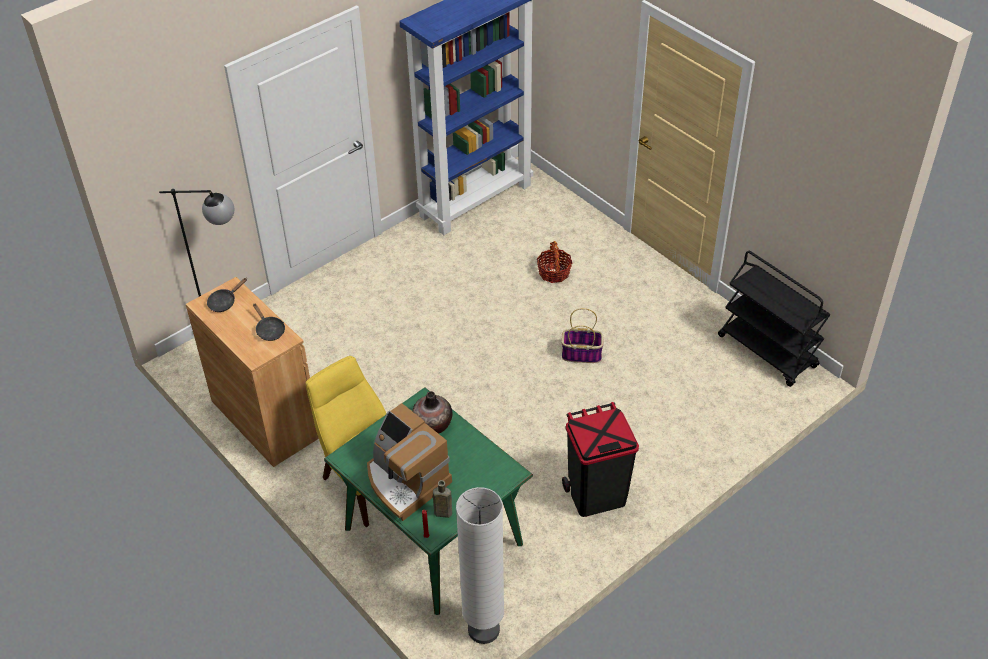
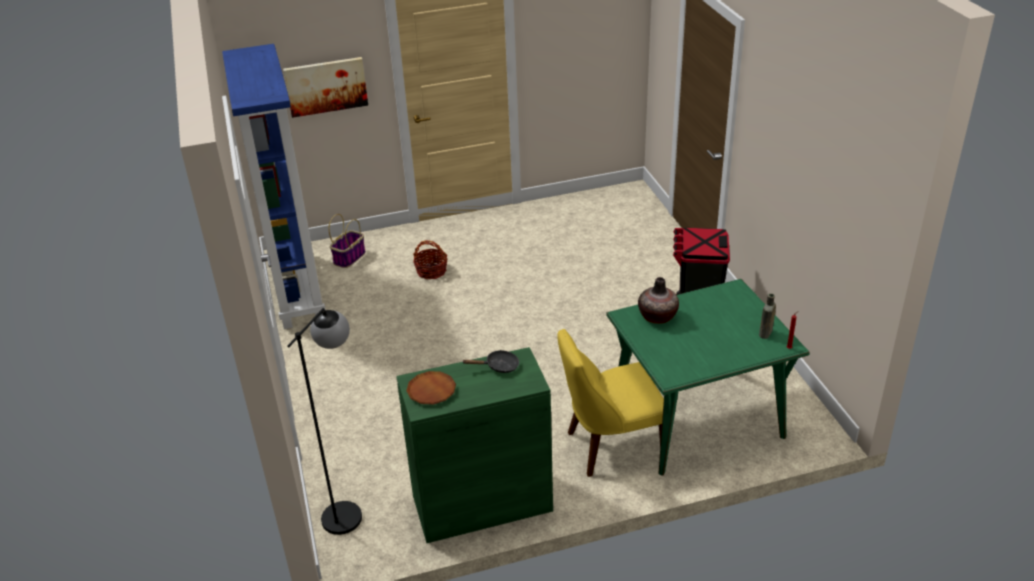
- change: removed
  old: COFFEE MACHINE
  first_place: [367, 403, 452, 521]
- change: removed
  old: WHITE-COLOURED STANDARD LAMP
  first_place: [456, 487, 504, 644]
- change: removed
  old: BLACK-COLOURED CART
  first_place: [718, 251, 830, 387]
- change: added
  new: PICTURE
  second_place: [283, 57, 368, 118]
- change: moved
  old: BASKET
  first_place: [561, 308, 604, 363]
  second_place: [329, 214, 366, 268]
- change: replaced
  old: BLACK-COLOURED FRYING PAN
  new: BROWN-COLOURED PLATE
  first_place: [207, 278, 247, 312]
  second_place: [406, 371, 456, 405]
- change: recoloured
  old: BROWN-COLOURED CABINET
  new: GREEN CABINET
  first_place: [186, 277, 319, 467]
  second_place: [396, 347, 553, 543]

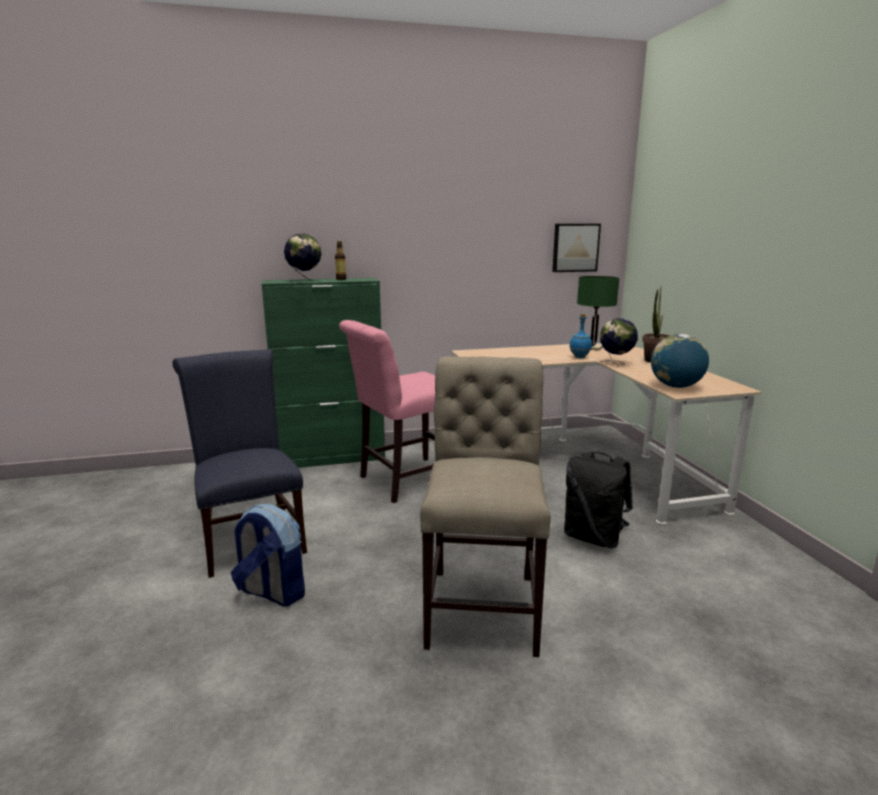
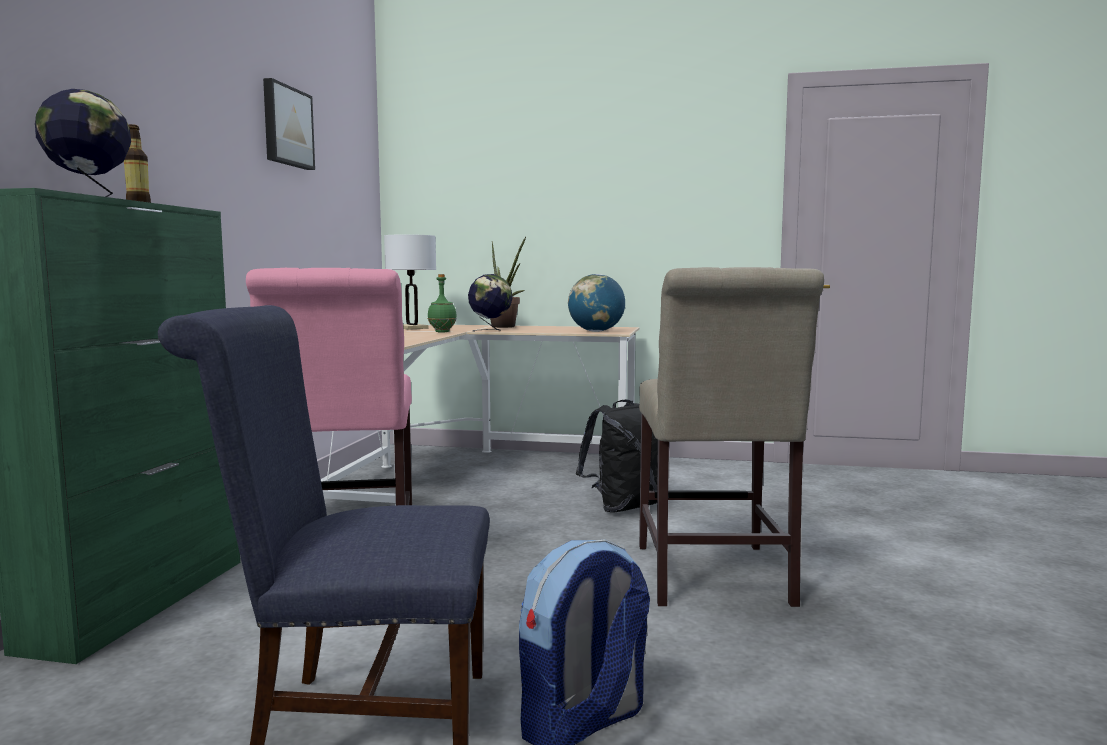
- change: moved
  old: PICTURE
  first_place: [552, 224, 601, 272]
  second_place: [263, 78, 315, 170]
- change: recoloured
  old: BLUE BEVERAGE BOTTLE
  new: GREEN BEVERAGE BOTTLE
  first_place: [570, 314, 592, 358]
  second_place: [428, 274, 457, 333]
- change: recoloured
  old: GREEN TABLETOP LAMP
  new: WHITE-COLOURED TABLETOP LAMP
  first_place: [577, 276, 619, 351]
  second_place: [384, 234, 436, 330]
- change: turned
  old: BEIGE-COLOURED UPRIGHT CHAIR
  first_place: [420, 357, 551, 657]
  second_place: [639, 267, 824, 607]
  degrees: -120

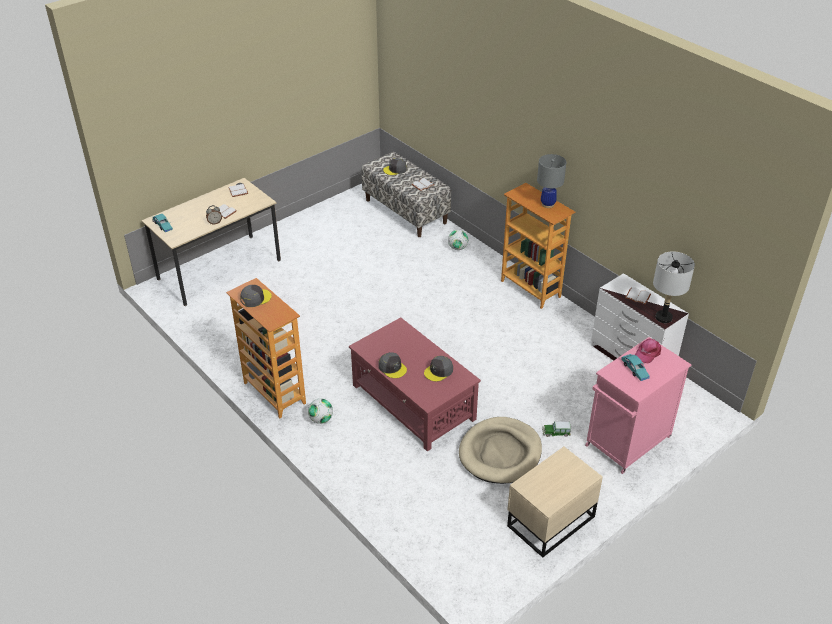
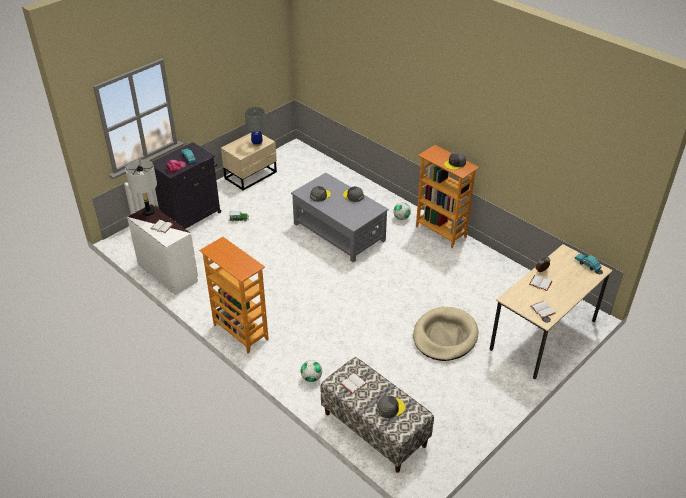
- change: moved
  old: BEIGE-COLOURED DOG CUSHION
  first_place: [459, 417, 542, 484]
  second_place: [413, 307, 478, 361]
- change: moved
  old: GREY TABLETOP LAMP
  first_place: [537, 154, 566, 208]
  second_place: [245, 107, 266, 146]
- change: recoloured
  old: RED-COLOURED LOUNGE TABLE
  new: GREY LOUNGE TABLE
  first_place: [349, 317, 481, 451]
  second_place: [291, 173, 389, 262]
- change: recoloured
  old: PINK CABINET
  new: BLACK-COLOURED CABINET
  first_place: [585, 337, 692, 474]
  second_place: [152, 142, 221, 229]

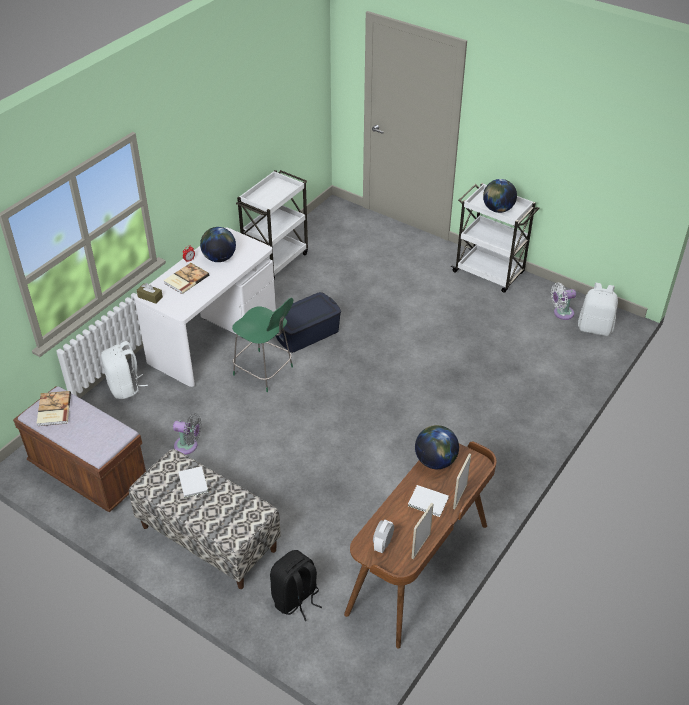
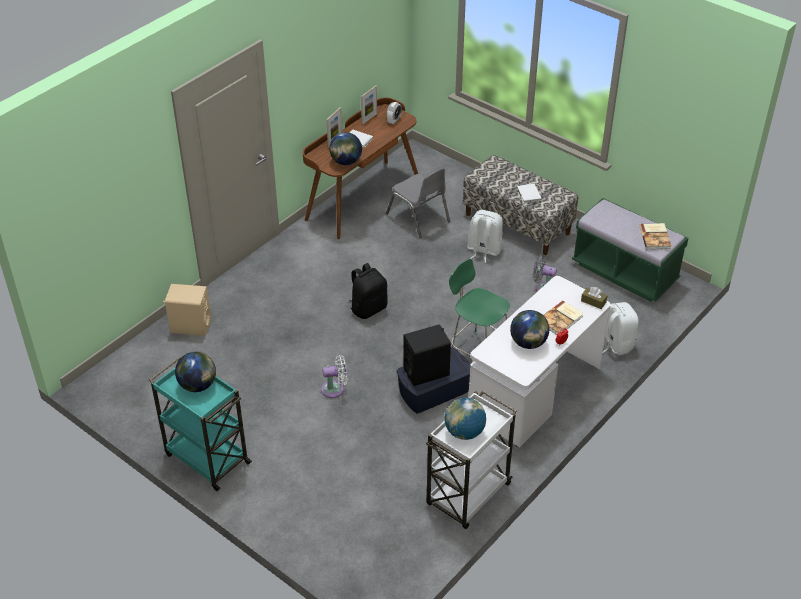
- change: added
  new: BEIGE-COLOURED LOUDSPEAKER
  second_place: [163, 284, 211, 336]
- change: added
  new: GREY UPRIGHT CHAIR
  second_place: [386, 168, 450, 238]
- change: added
  new: BLACK-COLOURED LOUDSPEAKER
  second_place: [403, 324, 451, 386]
- change: added
  new: WORLD GLOBE
  second_place: [445, 398, 486, 440]
- change: moved
  old: BLACK-COLOURED KNAPSACK
  first_place: [270, 550, 322, 621]
  second_place: [350, 263, 388, 319]
- change: moved
  old: WHITE-COLOURED COOLING FAN
  first_place: [551, 283, 576, 320]
  second_place: [321, 355, 347, 398]
- change: moved
  old: WHITE-COLOURED KNAPSACK
  first_place: [578, 283, 618, 336]
  second_place: [467, 210, 503, 263]
- change: recoloured
  old: BROWN-COLOURED BENCH
  new: GREEN BENCH
  first_place: [13, 386, 146, 512]
  second_place: [572, 198, 688, 302]
- change: recoloured
  old: WHITE-COLOURED CART
  new: TURQUOISE CART
  first_place: [451, 183, 540, 293]
  second_place: [149, 357, 252, 491]

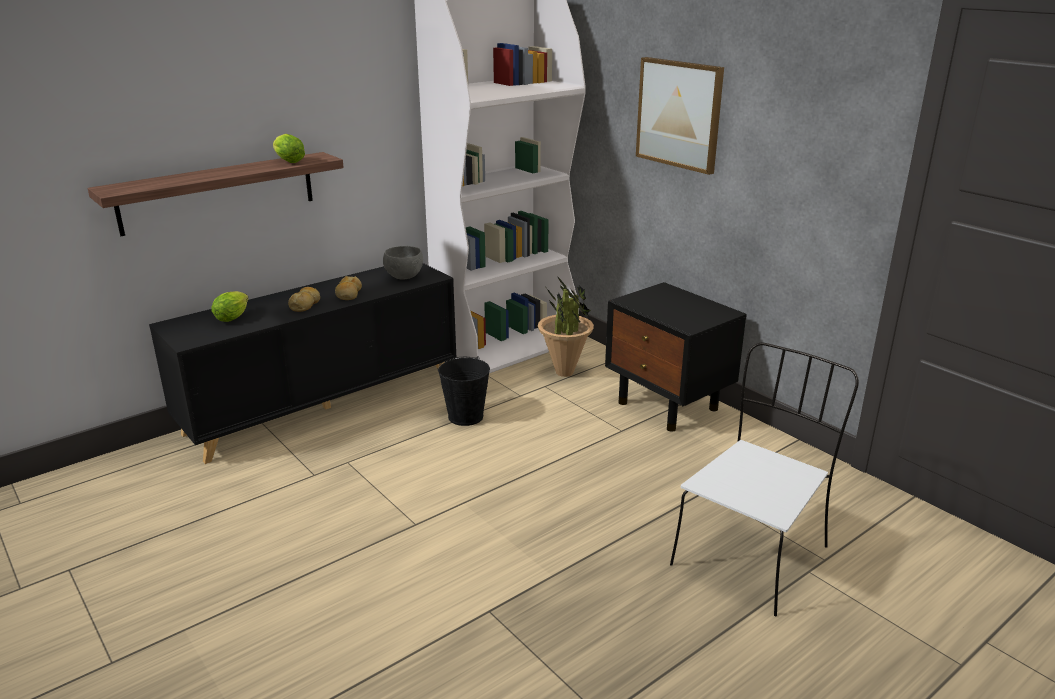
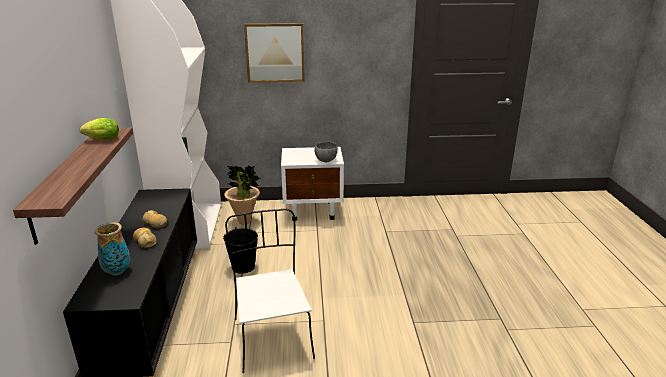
- change: moved
  old: GREY BOWL
  first_place: [383, 246, 423, 280]
  second_place: [314, 142, 338, 162]
- change: moved
  old: WHITE-COLOURED UPRIGHT CHAIR
  first_place: [670, 343, 859, 616]
  second_place: [225, 209, 315, 373]
- change: replaced
  old: LETTUCE HEAD
  new: DECORATIVE VASE
  first_place: [212, 291, 249, 322]
  second_place: [94, 222, 131, 276]
- change: recoloured
  old: BLACK-COLOURED NIGHTSTAND
  new: WHITE-COLOURED NIGHTSTAND
  first_place: [605, 282, 747, 432]
  second_place: [281, 147, 344, 221]

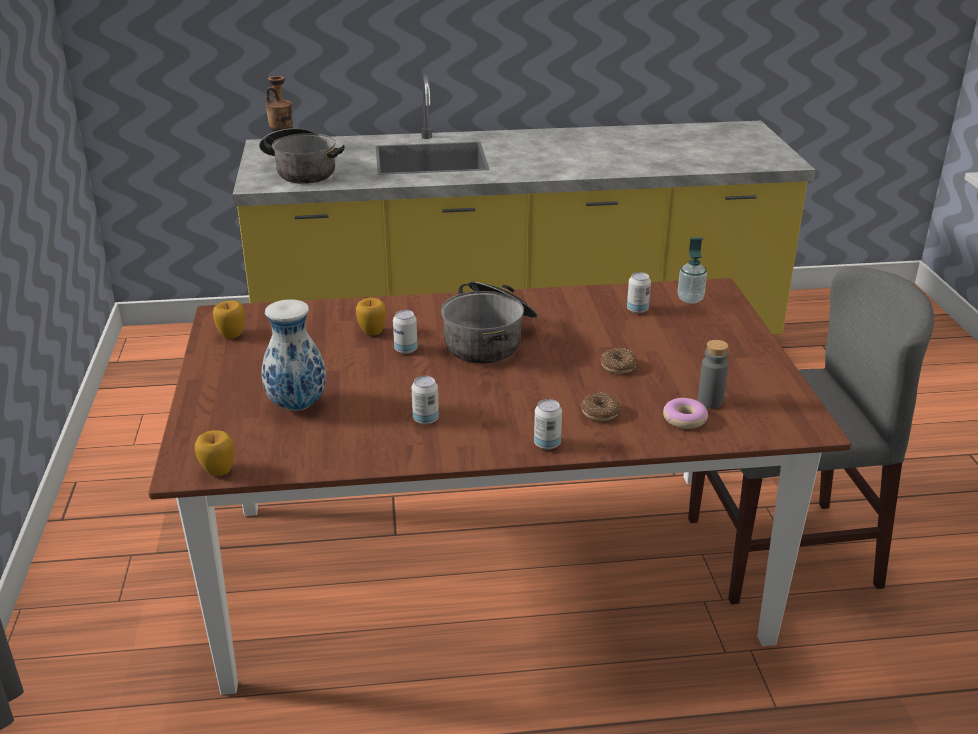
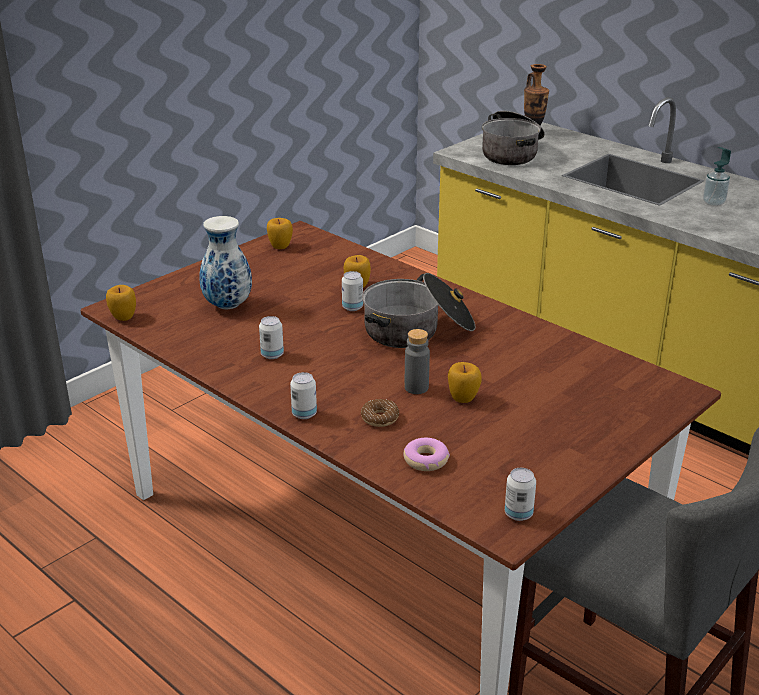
- change: moved
  old: SEALED CAN
  first_place: [627, 272, 651, 314]
  second_place: [505, 468, 536, 521]
- change: moved
  old: SOAP BOTTLE
  first_place: [678, 237, 707, 304]
  second_place: [703, 147, 731, 206]
- change: moved
  old: GREY BEVERAGE BOTTLE
  first_place: [698, 340, 729, 408]
  second_place: [405, 329, 430, 394]
- change: replaced
  old: DONUT
  new: APPLE
  first_place: [600, 348, 638, 374]
  second_place: [448, 362, 482, 403]

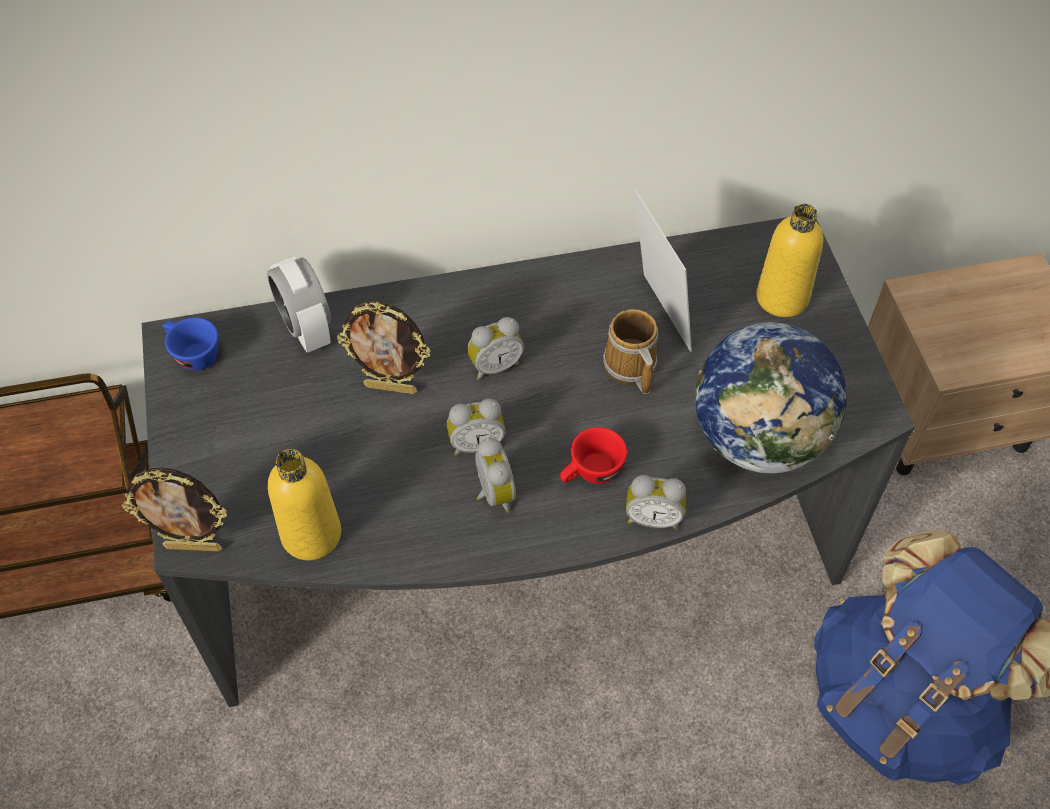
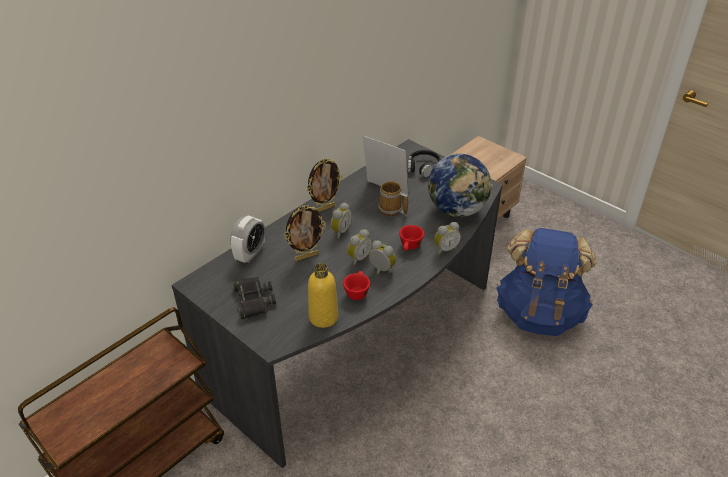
- change: removed
  old: BLUE DRINKING CUP
  first_place: [163, 317, 219, 371]
- change: added
  new: BLACK-COLOURED PAIR OF BINOCULARS
  second_place: [233, 277, 276, 319]
- change: added
  new: RED-COLOURED DRINKING CUP
  second_place: [343, 271, 370, 300]
- change: moved
  old: PHOTO FRAME
  first_place: [122, 467, 227, 552]
  second_place: [307, 158, 343, 212]
- change: replaced
  old: YELLOWISH BEVERAGE BOTTLE
  new: BLACK-COLOURED HEADPHONES
  first_place: [756, 204, 823, 317]
  second_place: [408, 150, 441, 177]
- change: turned
  old: BEDSIDE CLOCK
  first_place: [267, 256, 331, 353]
  second_place: [230, 215, 265, 263]
  degrees: -90

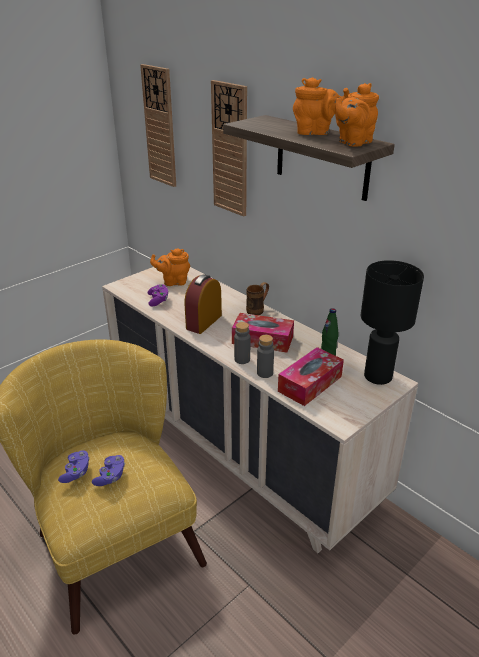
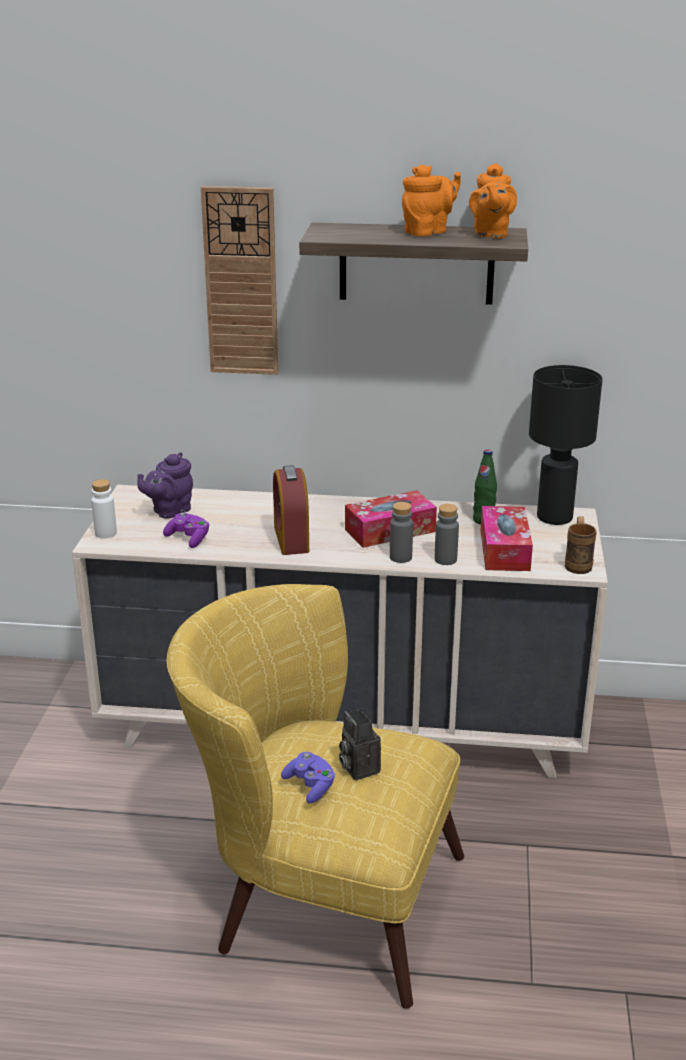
- change: removed
  old: WALL CLOCK
  first_place: [140, 64, 176, 187]
- change: added
  new: WHITE-COLOURED BEVERAGE BOTTLE
  second_place: [91, 479, 117, 538]
- change: moved
  old: BROWN-COLOURED COFFEE MUG
  first_place: [246, 282, 269, 315]
  second_place: [565, 516, 596, 574]
- change: replaced
  old: PURPLE JOYPAD
  new: PHOTO CAMERA
  first_place: [92, 455, 125, 486]
  second_place: [339, 709, 381, 780]
- change: recoloured
  old: ORANGE TEAPOT
  new: PURPLE TEAPOT
  first_place: [150, 249, 190, 286]
  second_place: [137, 452, 193, 519]

